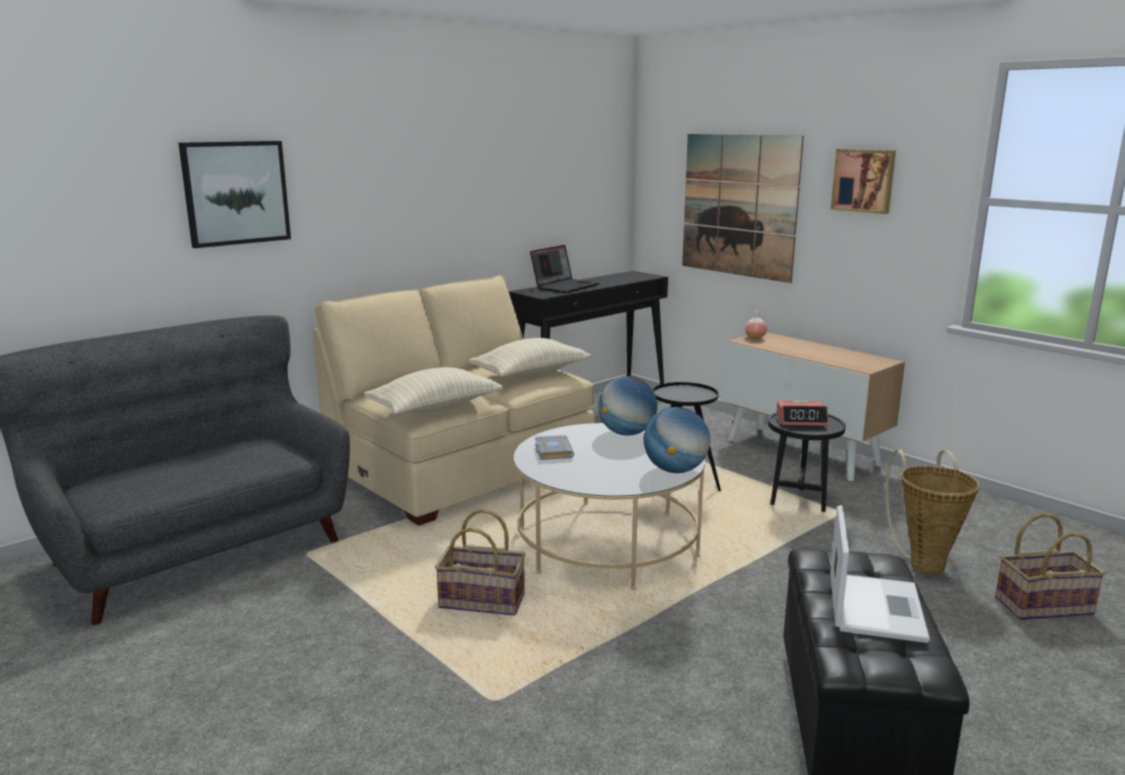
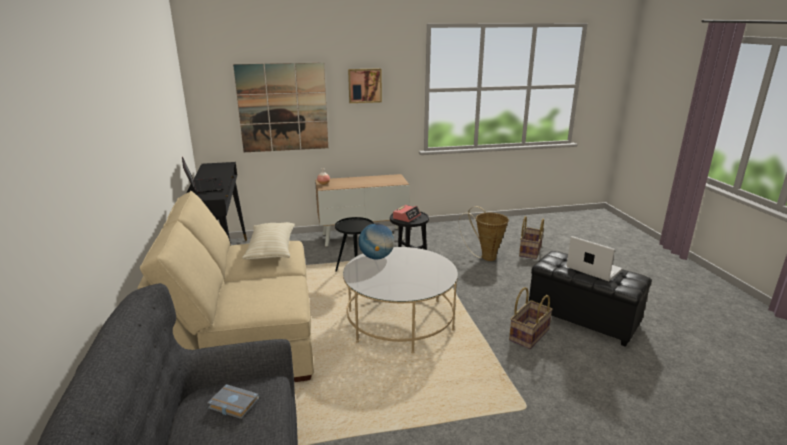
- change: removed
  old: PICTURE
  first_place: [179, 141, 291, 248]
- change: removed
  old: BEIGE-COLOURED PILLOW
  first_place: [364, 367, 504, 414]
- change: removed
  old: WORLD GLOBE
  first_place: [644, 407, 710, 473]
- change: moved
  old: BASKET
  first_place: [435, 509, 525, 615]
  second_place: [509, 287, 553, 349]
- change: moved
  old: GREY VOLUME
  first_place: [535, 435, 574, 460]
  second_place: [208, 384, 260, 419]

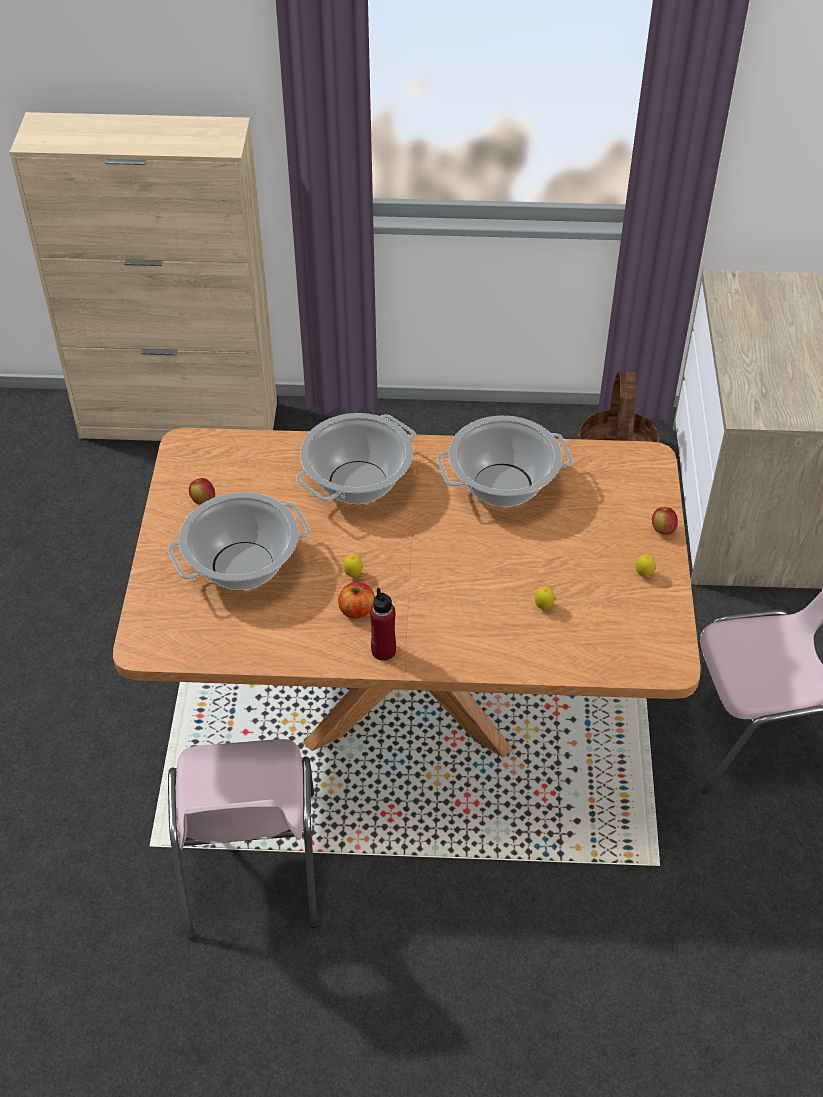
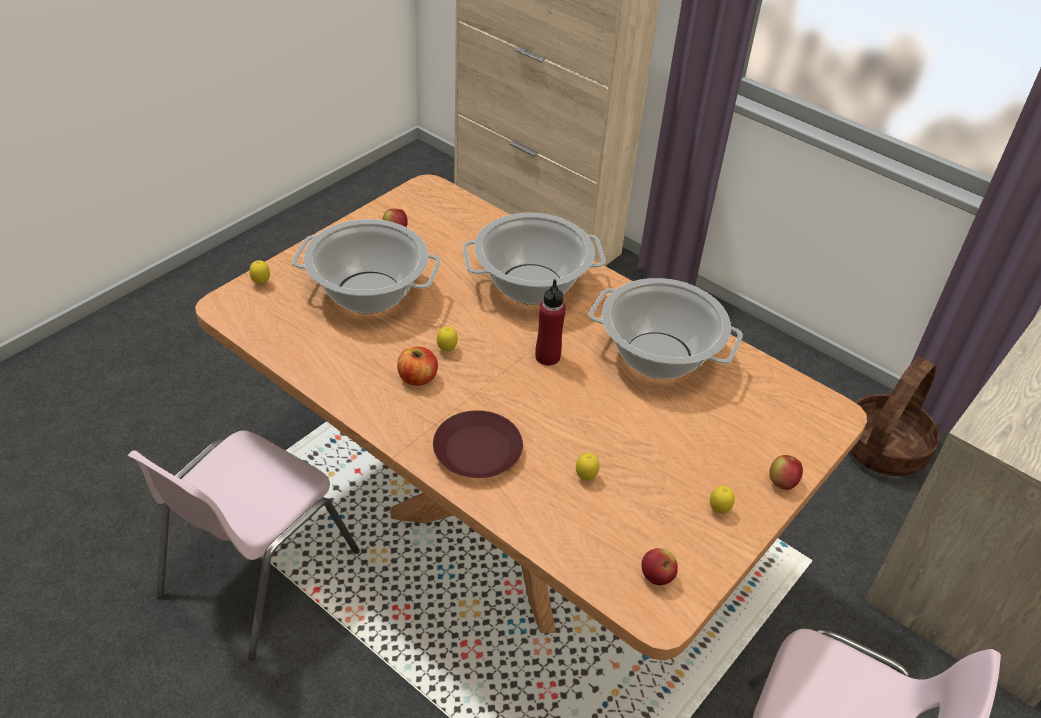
- change: added
  new: LEMON
  second_place: [249, 260, 270, 284]
- change: added
  new: BROWN-COLOURED PLATE
  second_place: [433, 410, 523, 478]
- change: added
  new: APPLE
  second_place: [642, 548, 678, 585]
- change: moved
  old: RED-COLOURED BEVERAGE BOTTLE
  first_place: [370, 588, 396, 661]
  second_place: [535, 279, 566, 366]

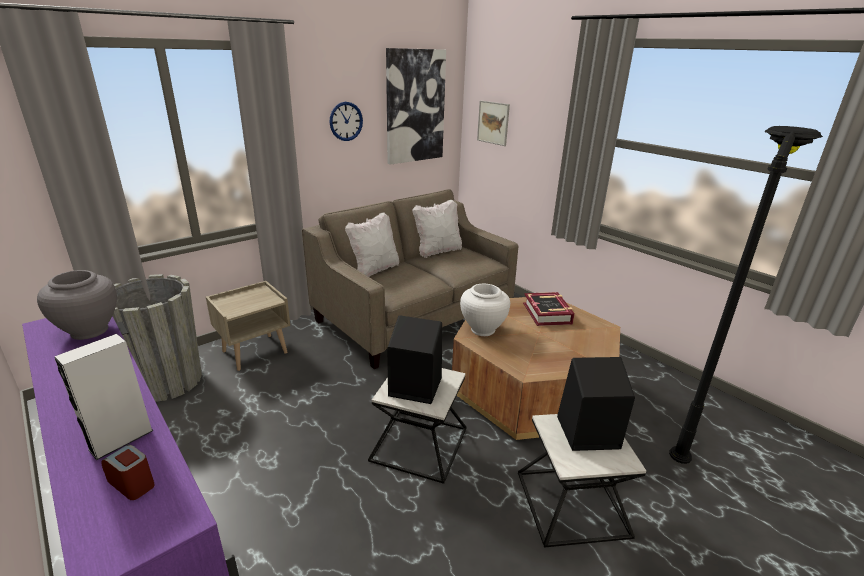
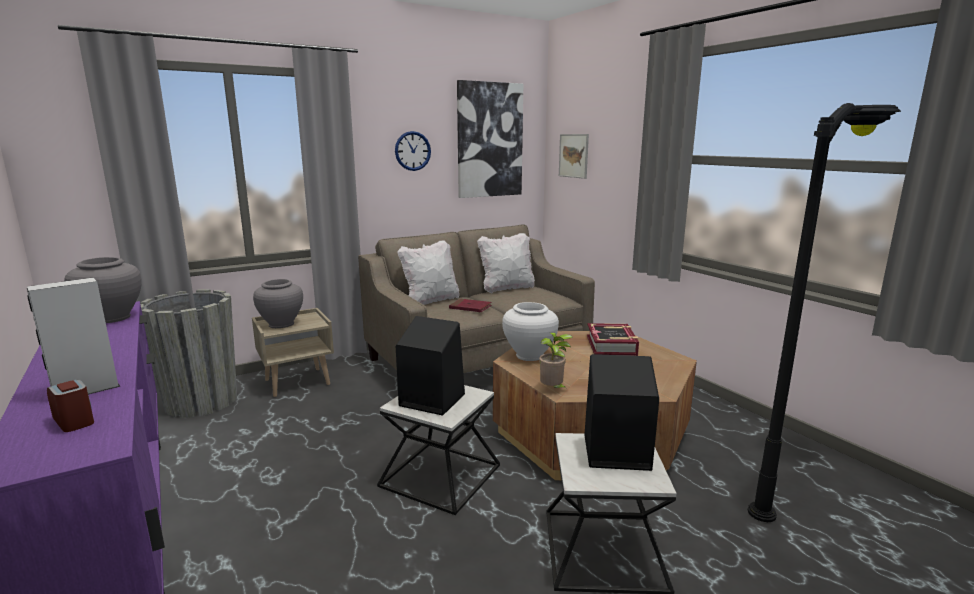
- change: added
  new: GREY DECORATIVE VASE
  second_place: [253, 279, 303, 328]
- change: added
  new: RED-COLOURED VOLUME
  second_place: [449, 299, 492, 312]
- change: added
  new: HOUSEPLANT
  second_place: [539, 333, 573, 390]

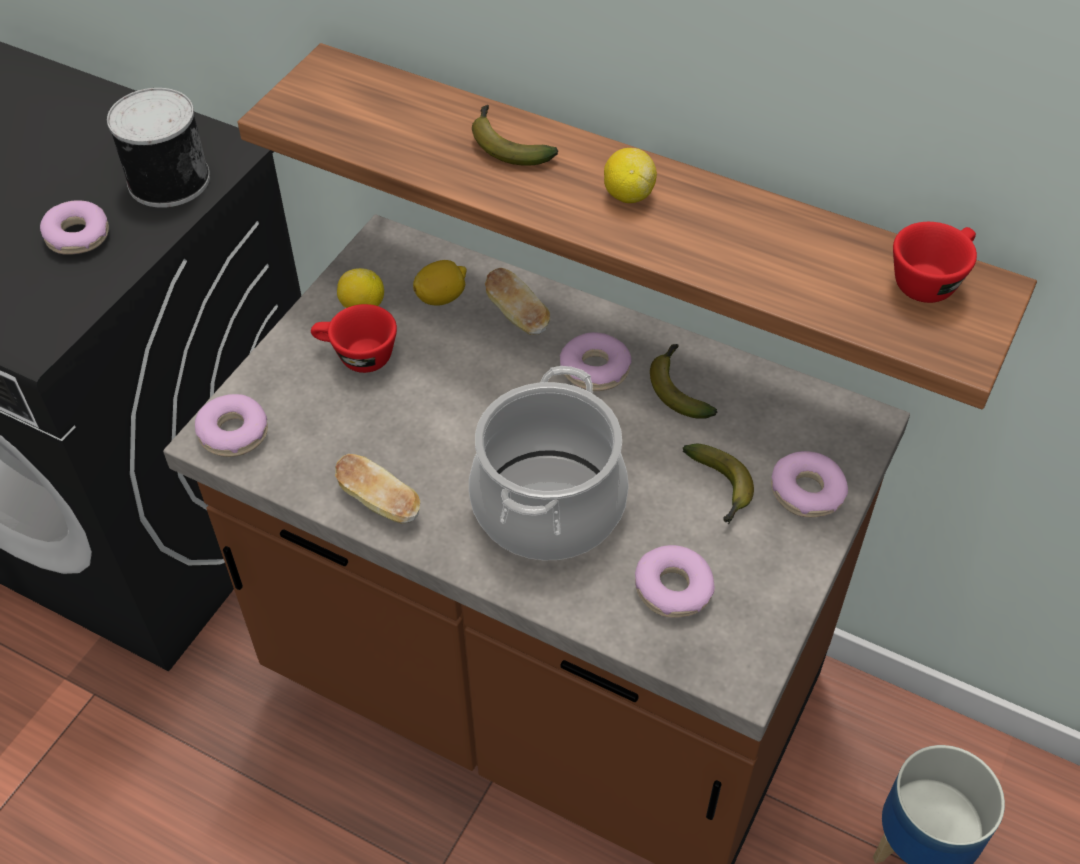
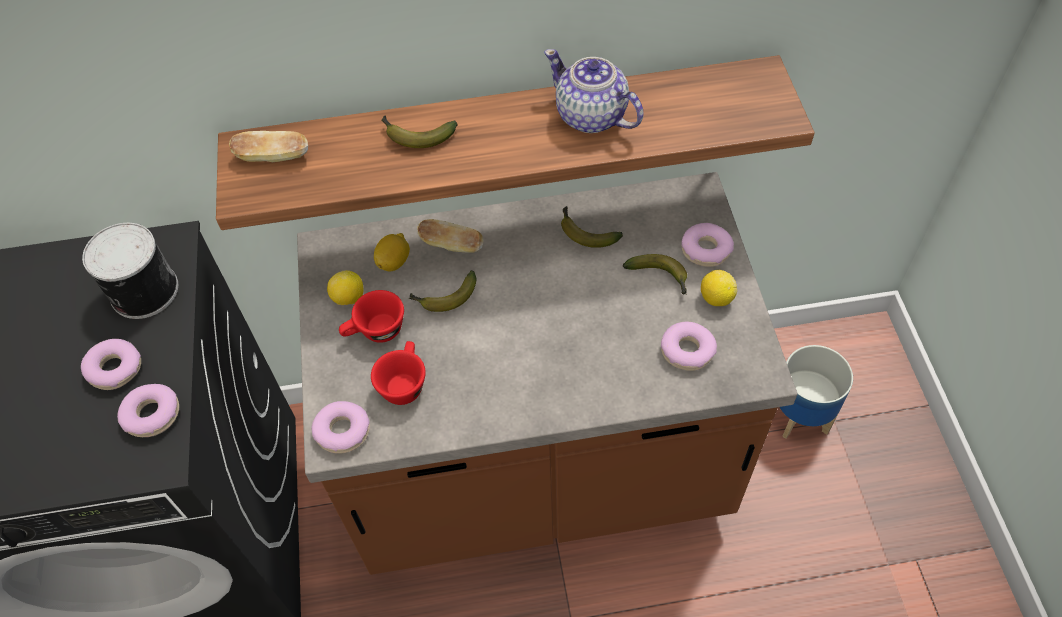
- change: removed
  old: STOCKPOT
  first_place: [469, 366, 629, 561]
- change: added
  new: WHOLE BANANA
  second_place: [409, 270, 476, 312]
- change: added
  new: TEAPOT
  second_place: [544, 49, 644, 133]
- change: moved
  old: BAKED BREAD
  first_place: [335, 454, 420, 524]
  second_place: [229, 131, 308, 162]
- change: moved
  old: DONUT
  first_place: [560, 332, 632, 391]
  second_place: [117, 384, 179, 437]
- change: moved
  old: LEMON
  first_place: [604, 148, 657, 203]
  second_place: [701, 270, 737, 306]
- change: moved
  old: RED-COLOURED DRINKING CUP
  first_place: [893, 222, 977, 303]
  second_place: [371, 341, 426, 405]

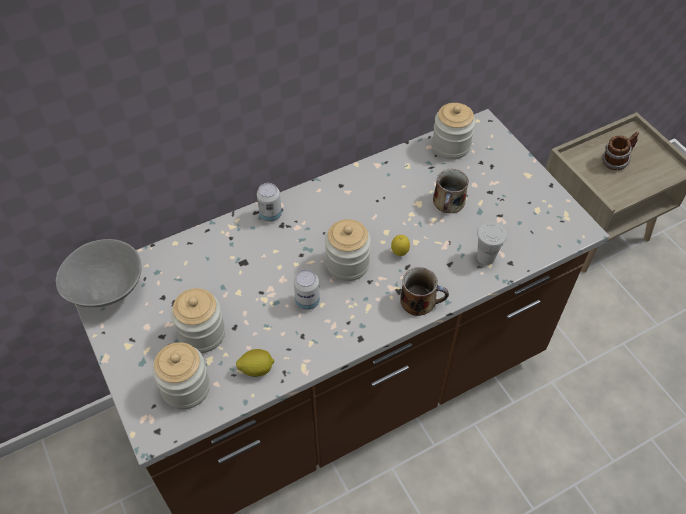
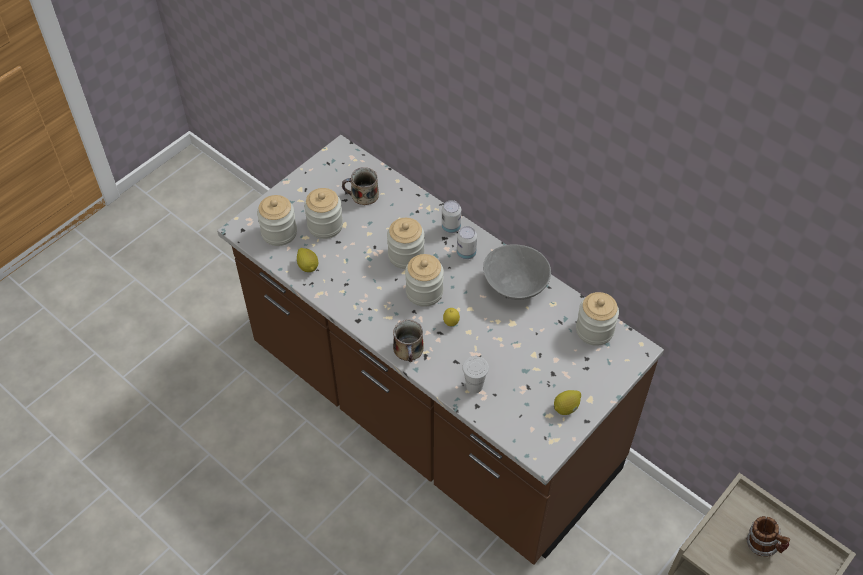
- change: added
  new: PRESERVE JAR
  second_place: [387, 218, 425, 269]
- change: added
  new: LEMON
  second_place: [554, 390, 581, 415]
- change: moved
  old: GREY BOWL
  first_place: [56, 239, 142, 307]
  second_place: [483, 244, 551, 300]
- change: moved
  old: SEALED CAN
  first_place: [294, 269, 320, 310]
  second_place: [457, 226, 477, 260]
- change: moved
  old: COFFEE MUG
  first_place: [433, 169, 469, 213]
  second_place: [342, 167, 379, 205]

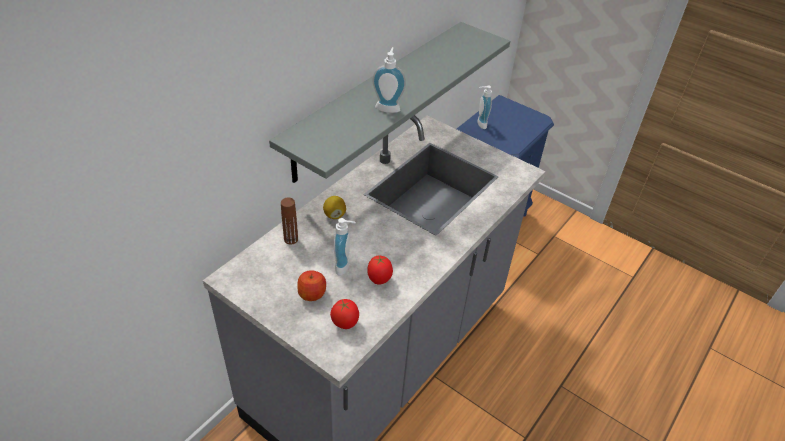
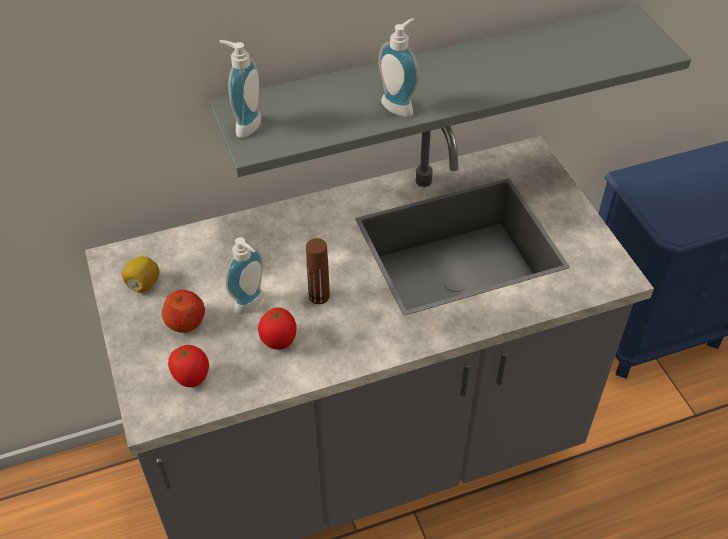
- change: moved
  old: BROWN-COLOURED BEVERAGE BOTTLE
  first_place: [281, 198, 298, 245]
  second_place: [306, 238, 330, 304]
- change: moved
  old: LEMON
  first_place: [323, 196, 346, 219]
  second_place: [122, 256, 159, 293]
- change: moved
  old: SOAP BOTTLE
  first_place: [477, 85, 492, 129]
  second_place: [219, 40, 262, 138]

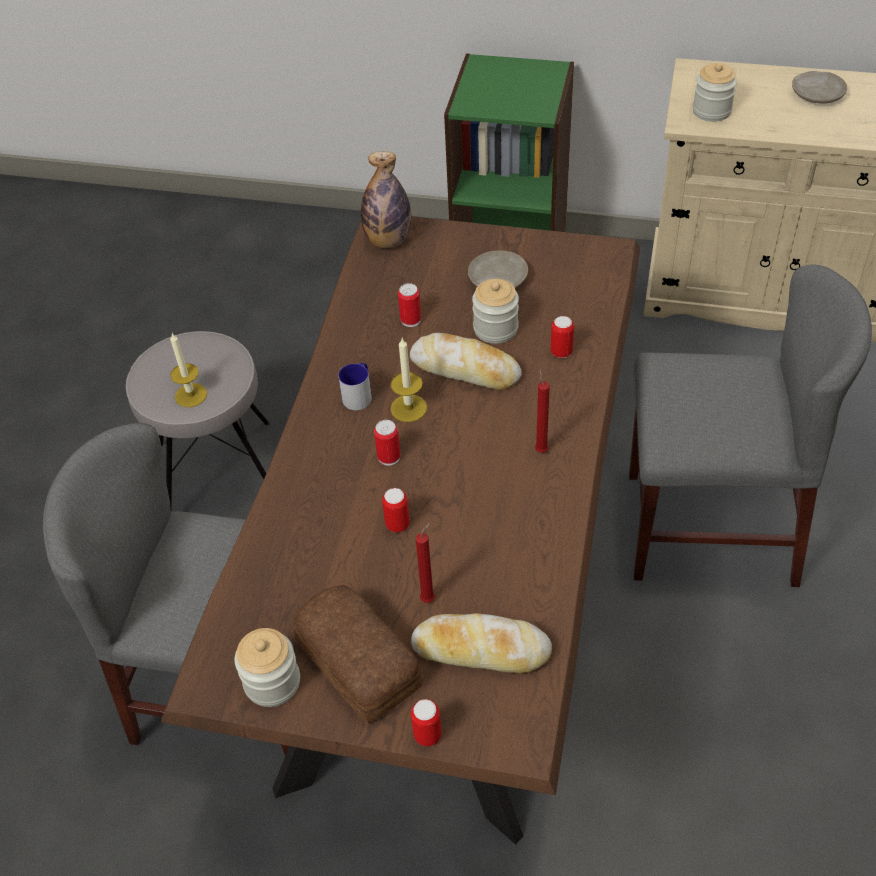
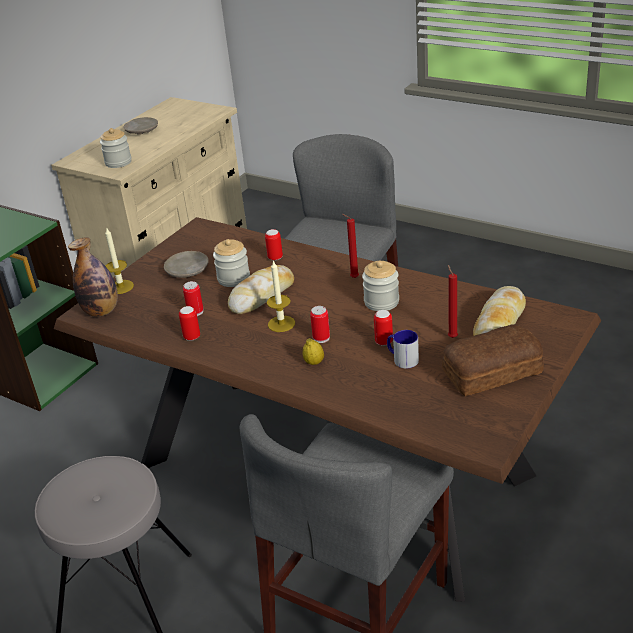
- change: added
  new: LEMON
  second_place: [302, 338, 324, 365]
- change: moved
  old: WAX LIGHT
  first_place: [170, 334, 207, 407]
  second_place: [105, 227, 134, 294]
- change: moved
  old: PRESERVE JAR
  first_place: [235, 628, 300, 707]
  second_place: [362, 261, 399, 311]
- change: moved
  old: COFFEE MUG
  first_place: [338, 363, 372, 410]
  second_place: [387, 330, 419, 368]
- change: moved
  old: SEALED CAN
  first_place: [411, 699, 442, 746]
  second_place: [179, 306, 200, 341]

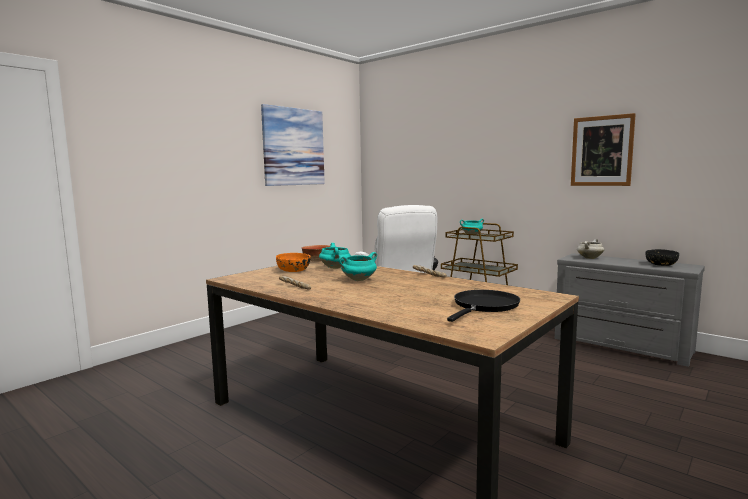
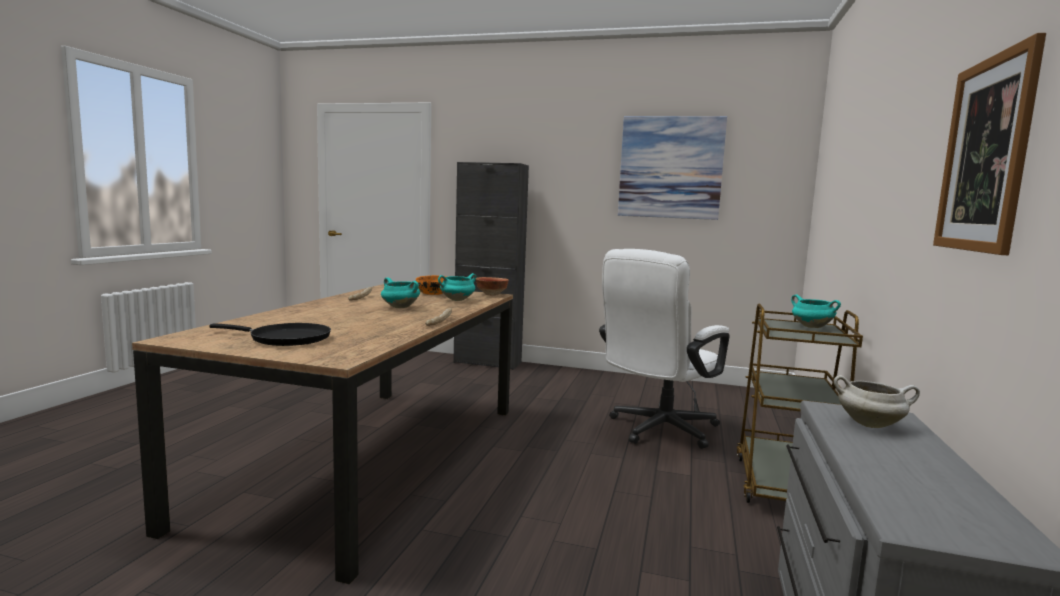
- change: removed
  old: BLACK-COLOURED BOWL
  first_place: [645, 249, 679, 266]
- change: added
  new: BLACK-COLOURED CABINET
  second_place: [453, 162, 529, 370]

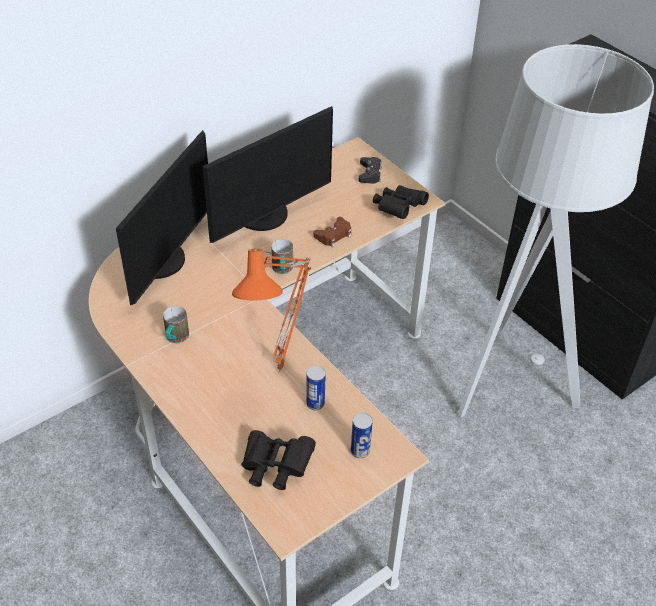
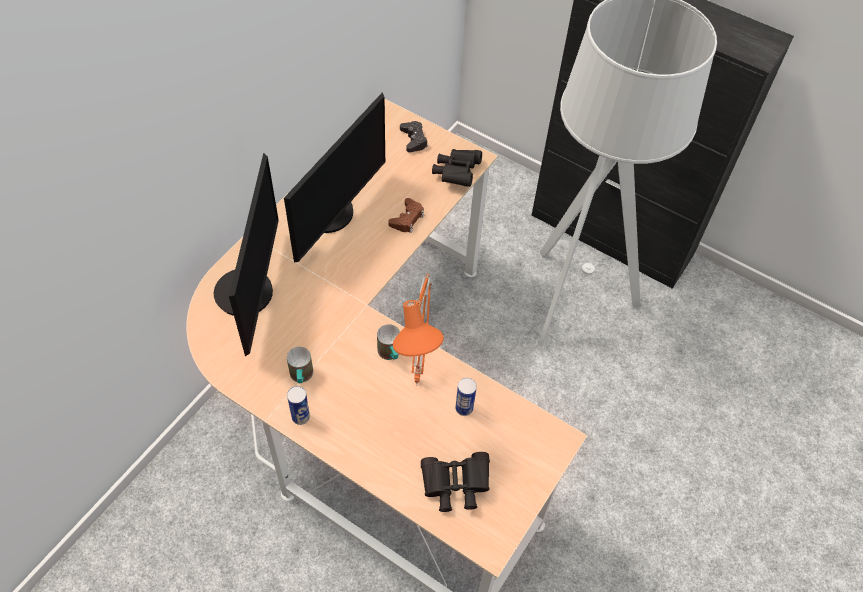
- change: moved
  old: COFFEE MUG
  first_place: [271, 239, 293, 274]
  second_place: [377, 324, 400, 360]
- change: moved
  old: SEALED CAN
  first_place: [351, 413, 373, 458]
  second_place: [287, 386, 310, 425]

